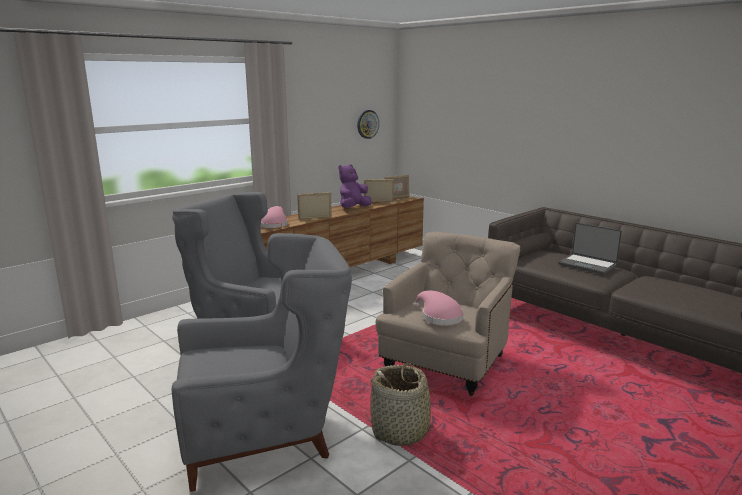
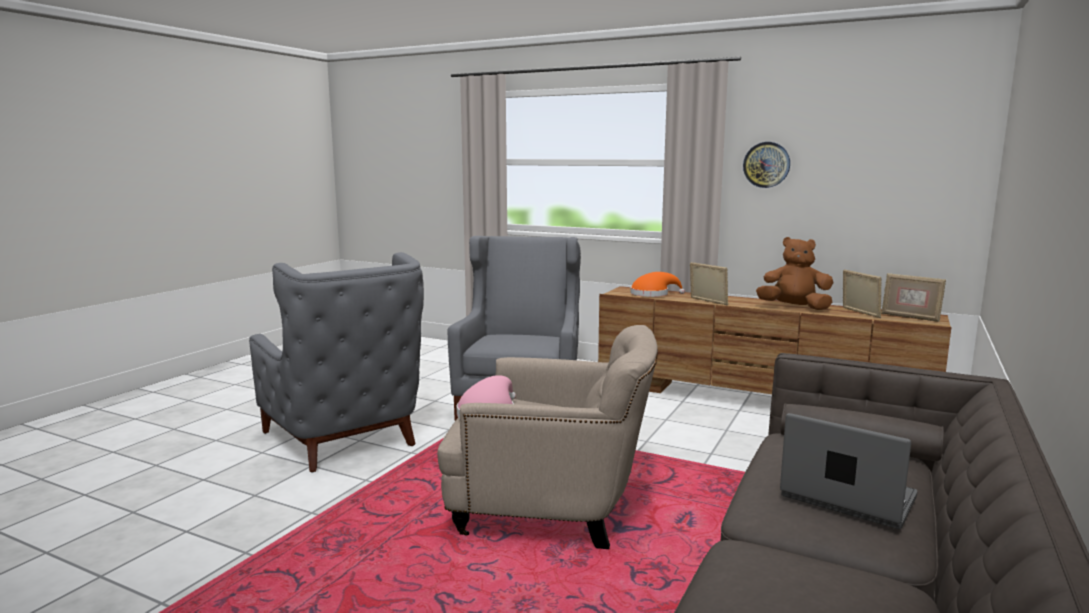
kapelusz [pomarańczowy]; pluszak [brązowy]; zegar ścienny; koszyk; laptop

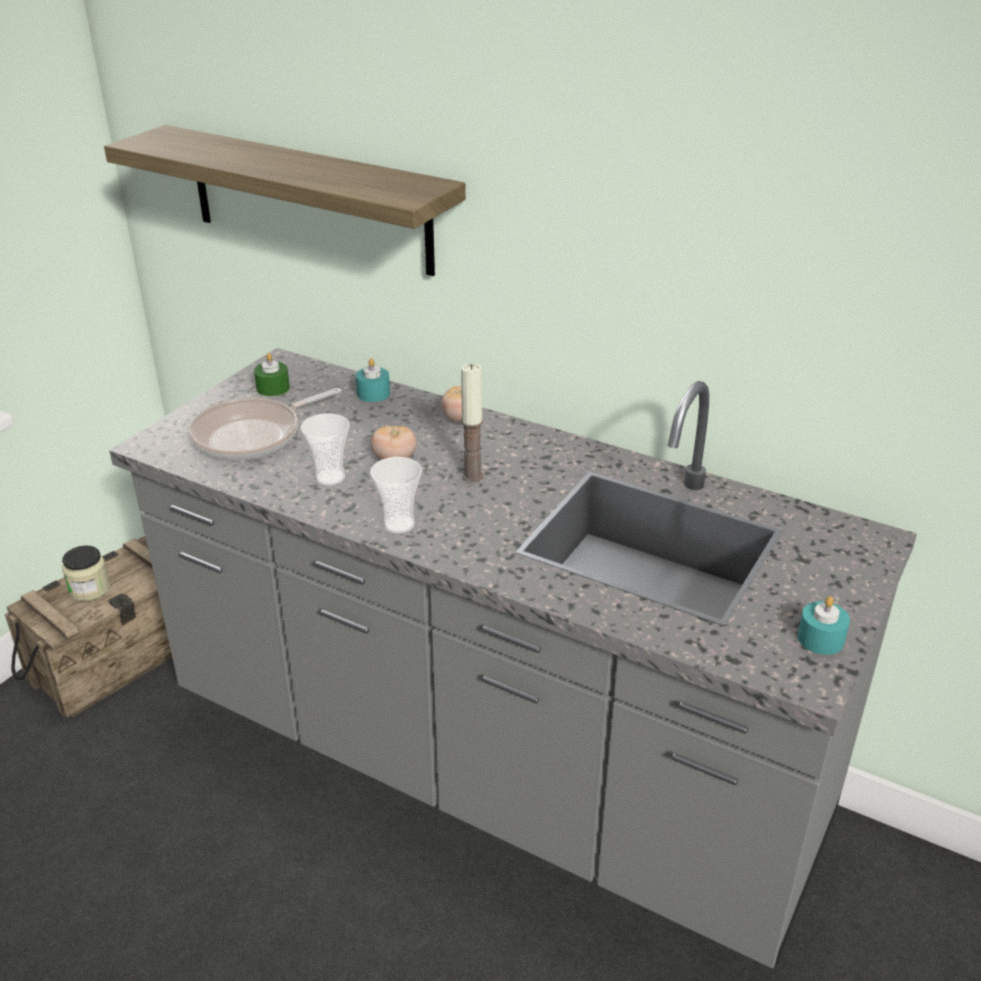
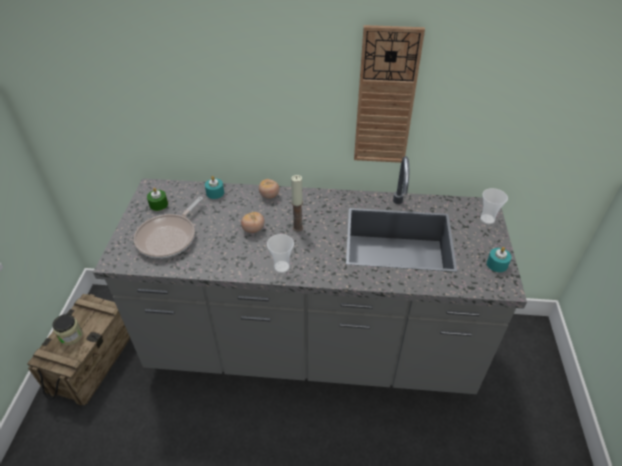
półka; filiżanka (2nd from left); zegar ścienny

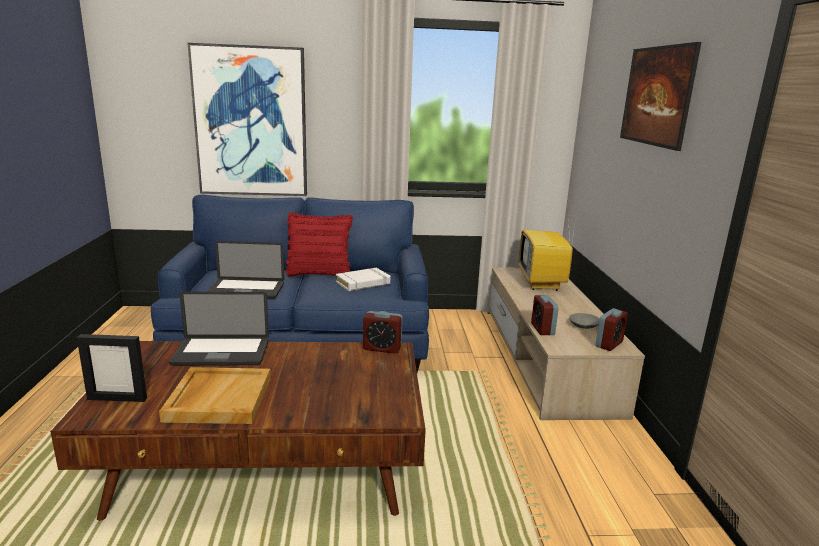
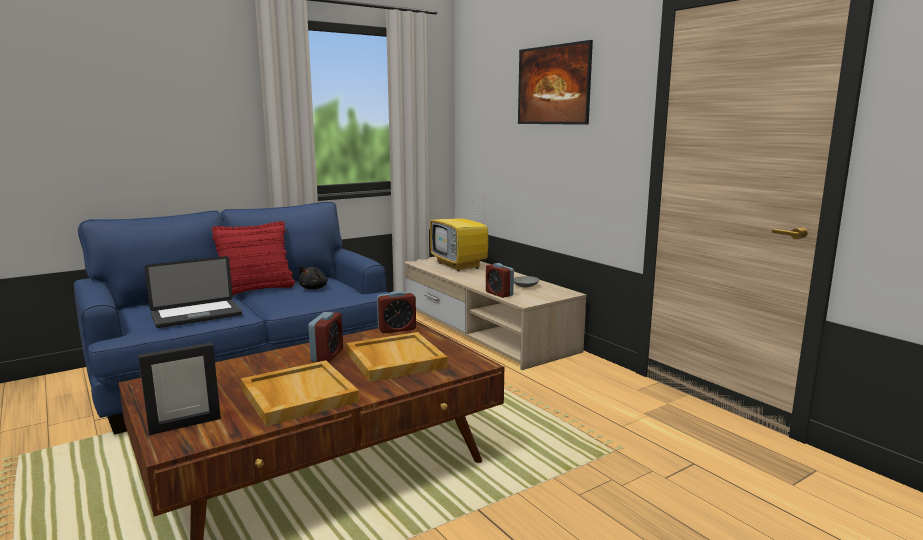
laptop (1st from left in the first image); obraz (1st from left in the first image); pluszak [czarny]; budzik (1st from left); taca [beżowy] (2nd from left)

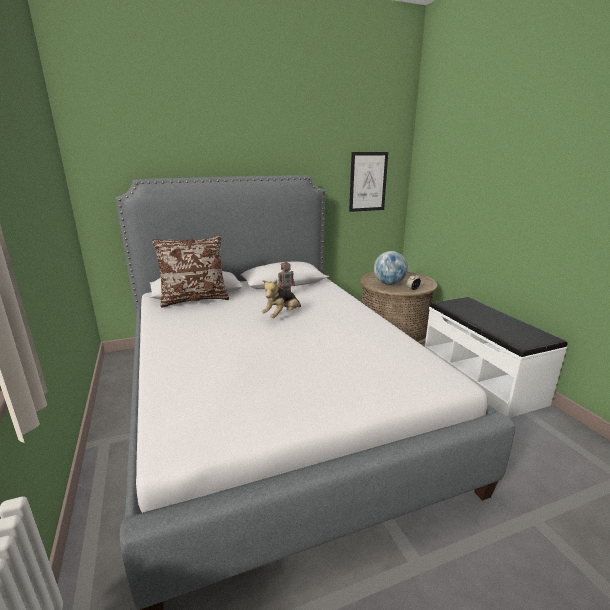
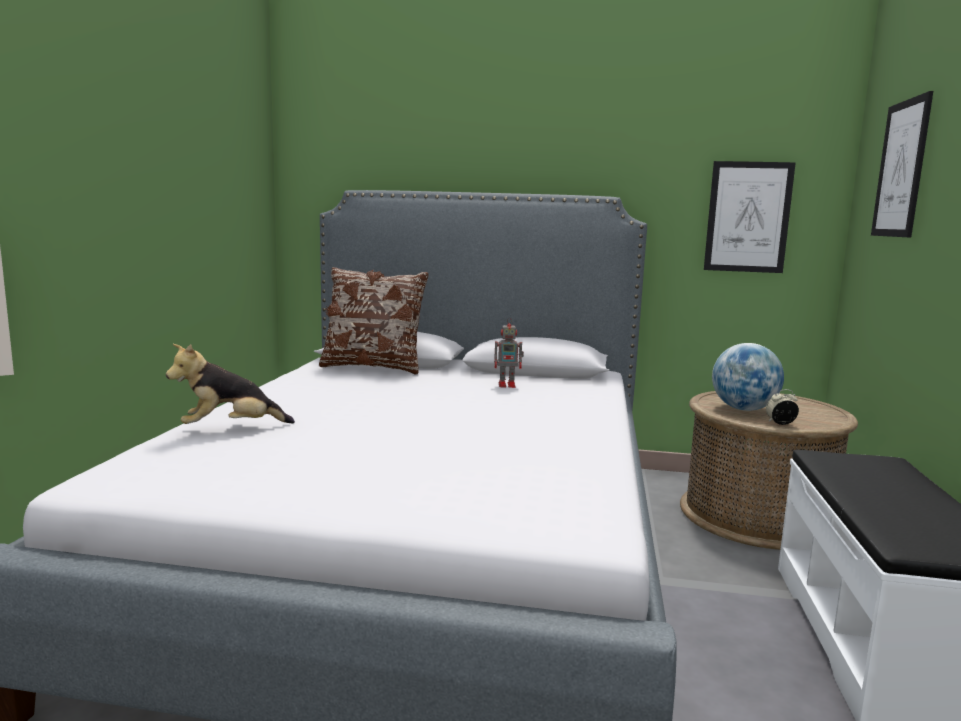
pluszak; obraz (2nd from left)

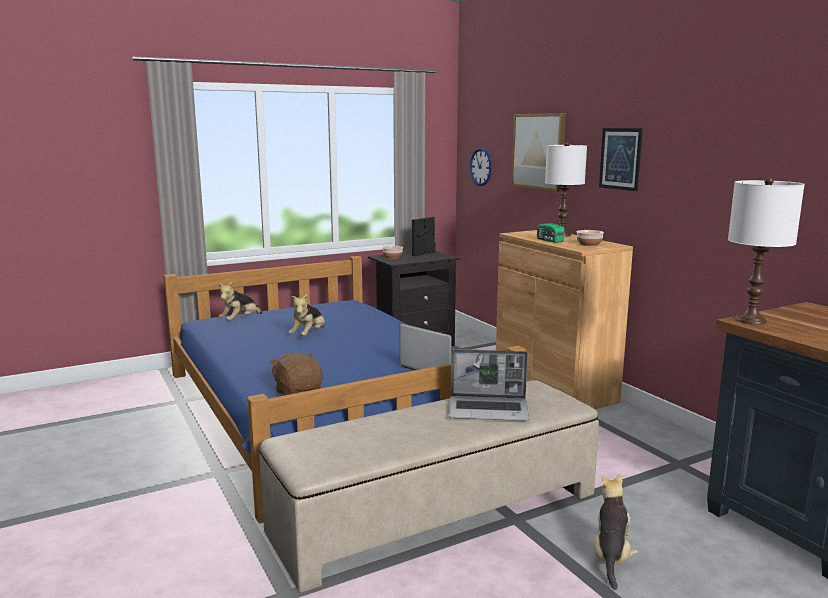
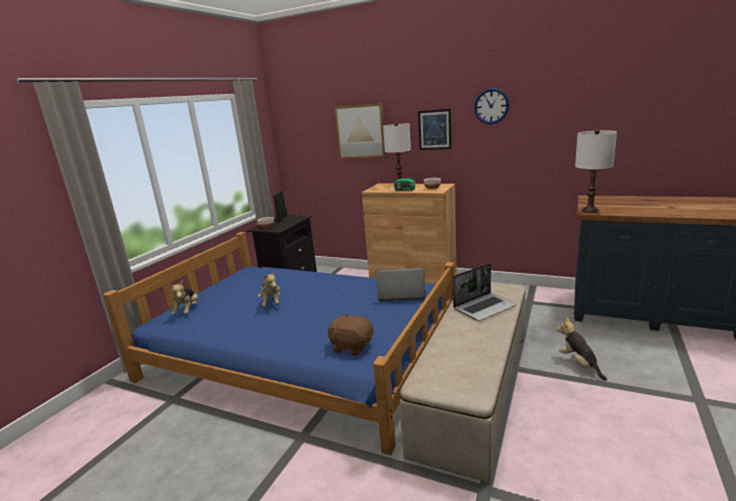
zegar ścienny

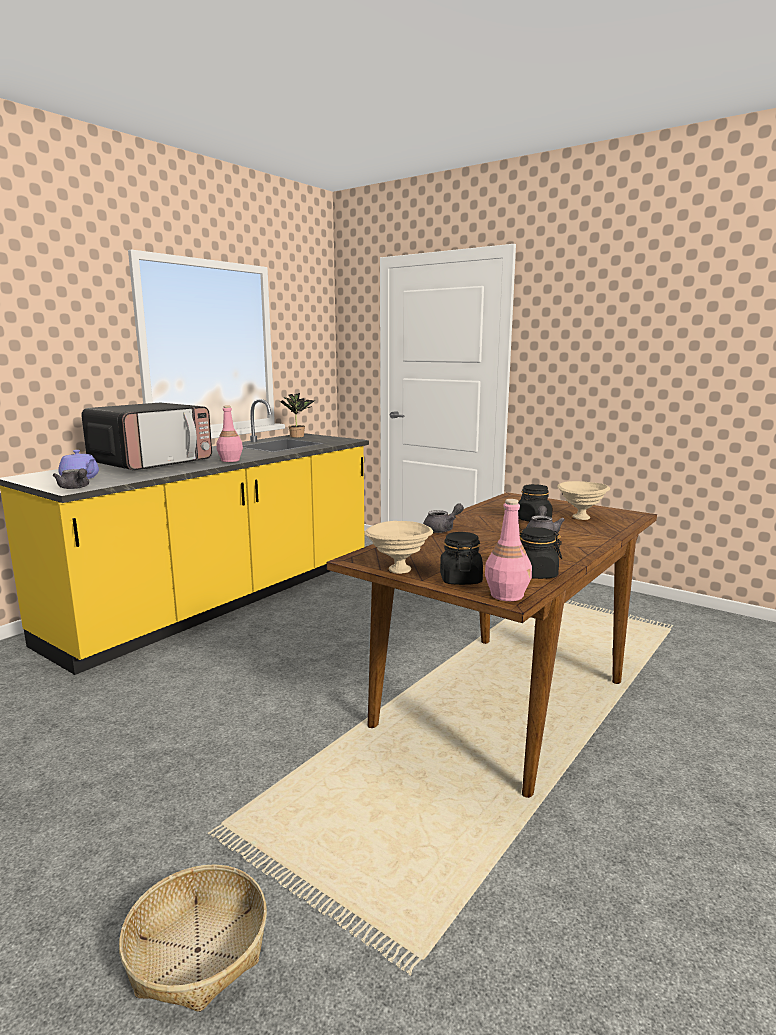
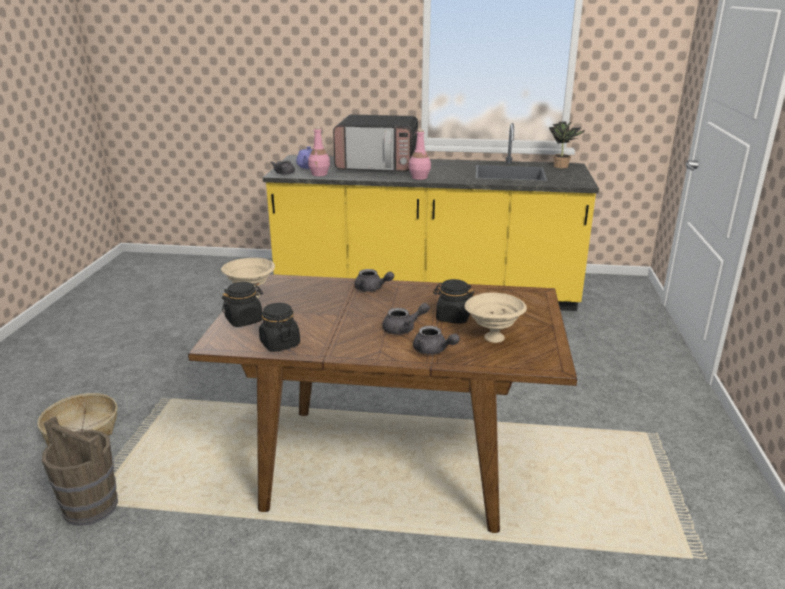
butelka [różowy] (1st from left); wiadro [brązowy]; imbryk [szary] (4th from left)

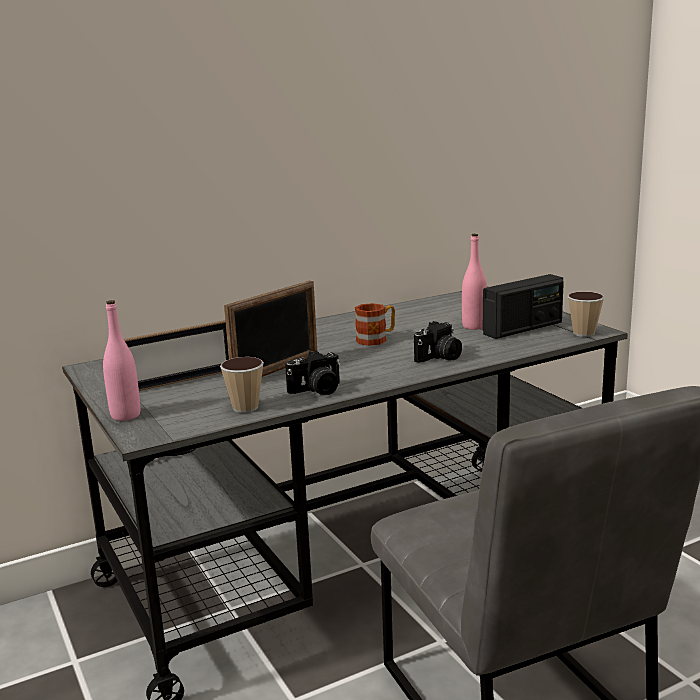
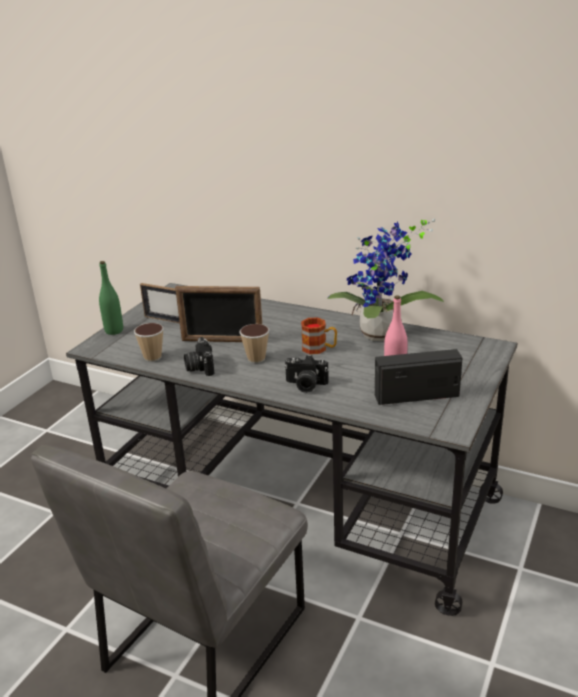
butelka [zielony]; aparat fotograficzny (1st from left); radio; filiżanka (2nd from left); roślina doniczkowa

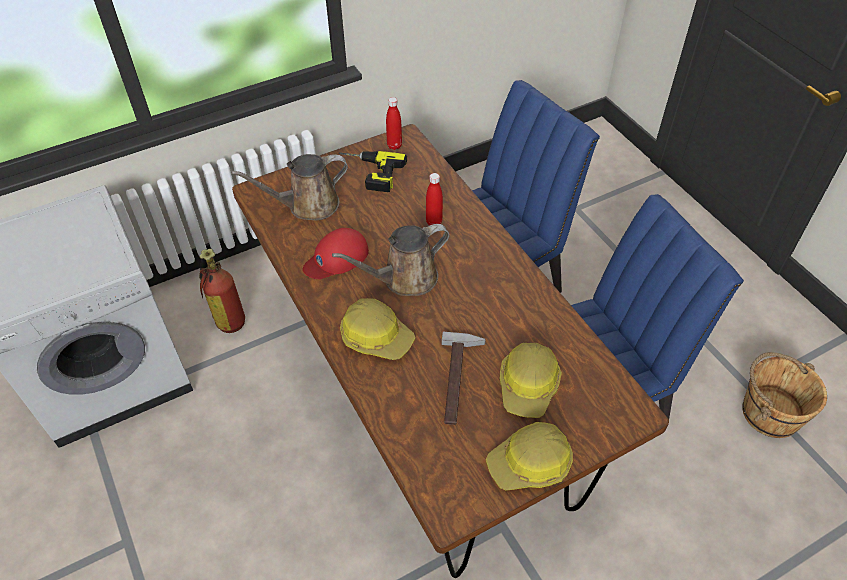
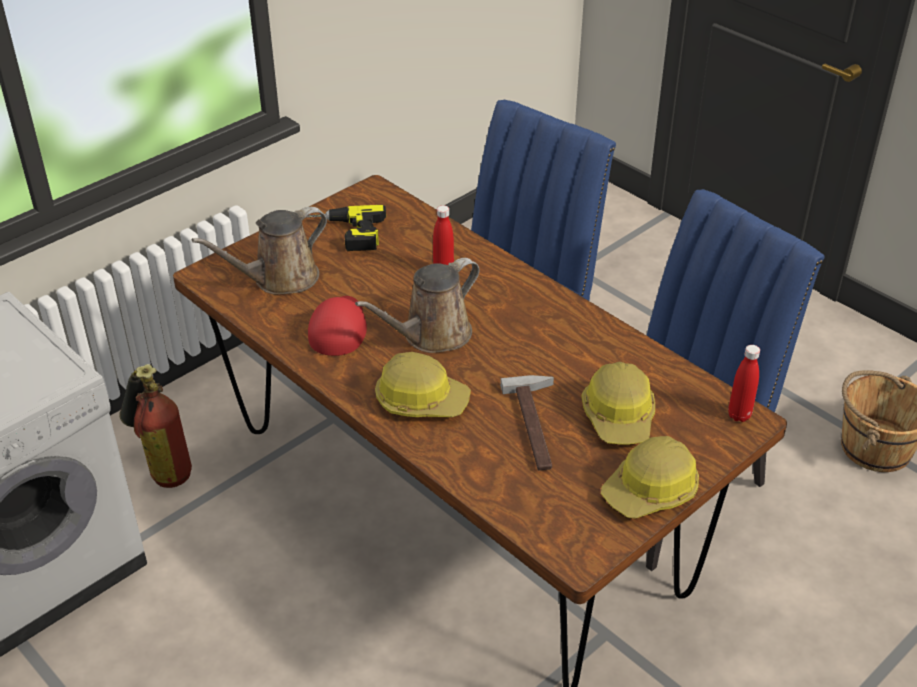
czapka z daszkiem [czerwony]; butelka [czerwony] (2nd from left)

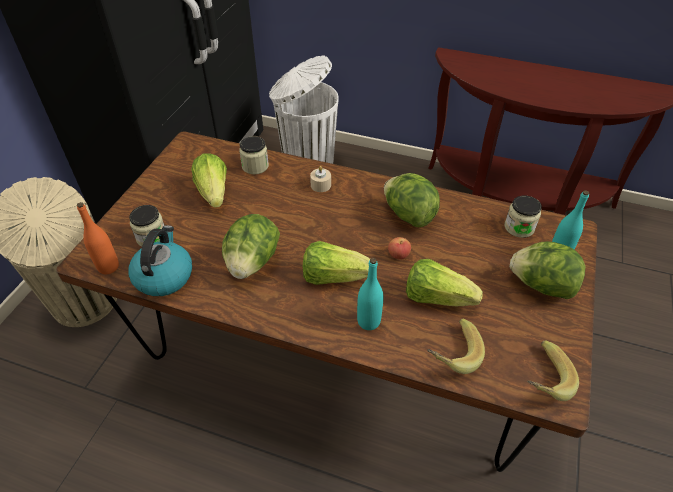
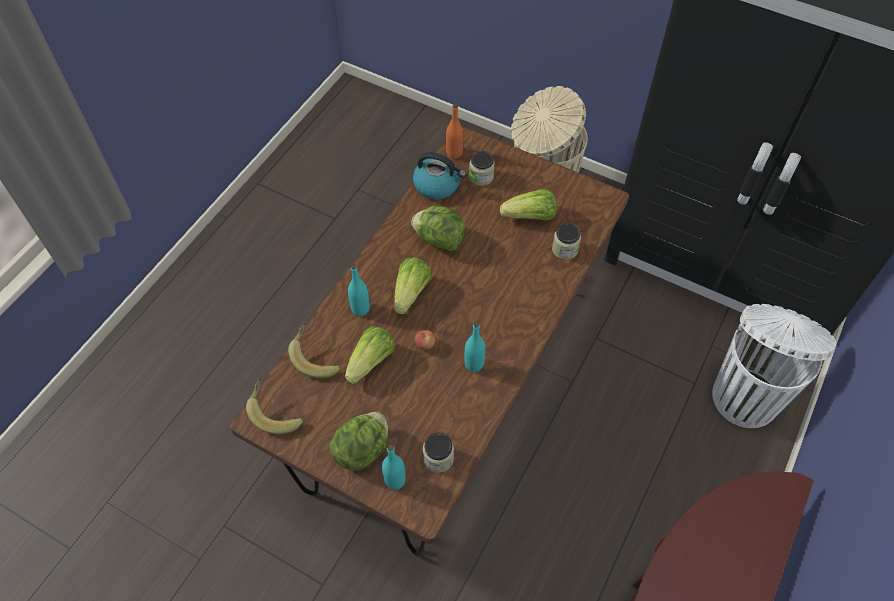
świeca [beżowy]; butelka [turkusowy] (3rd from left)

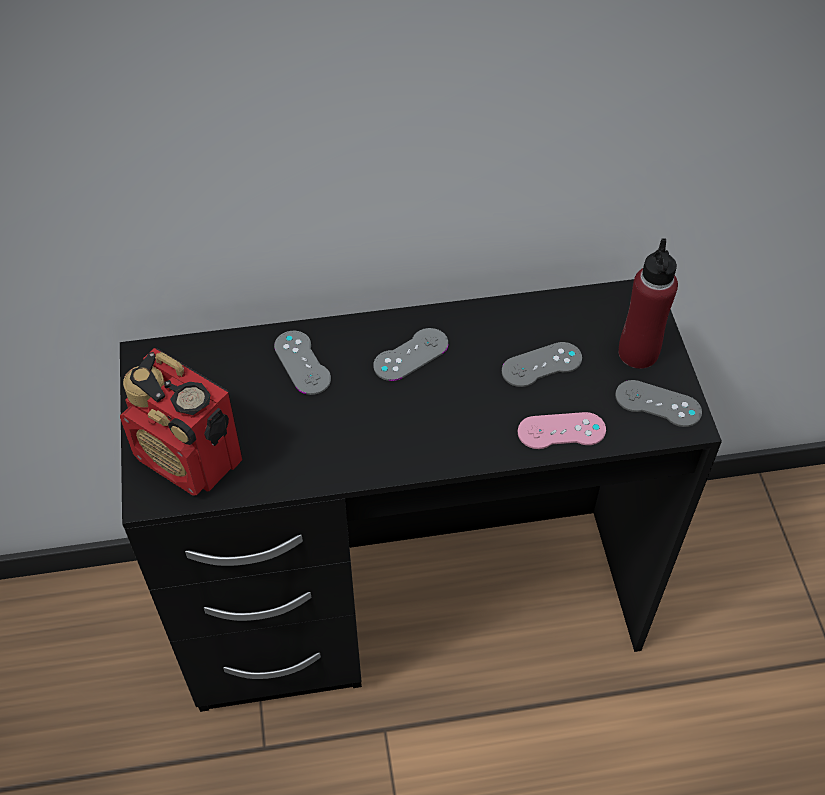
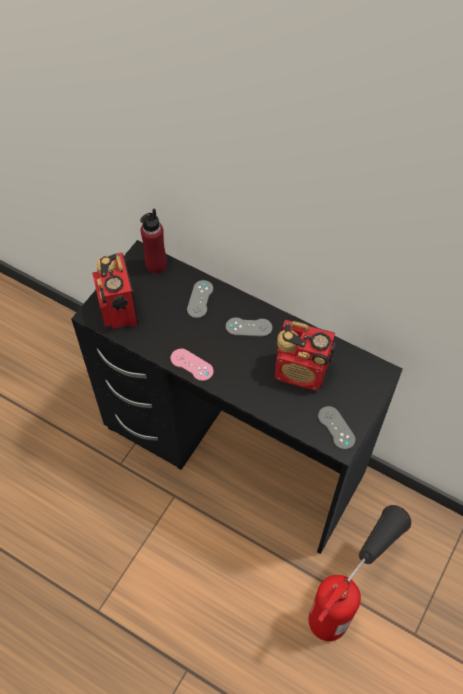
radio (2nd from left); pad do gier [różowy]; butelka [czerwony]; gaśnica

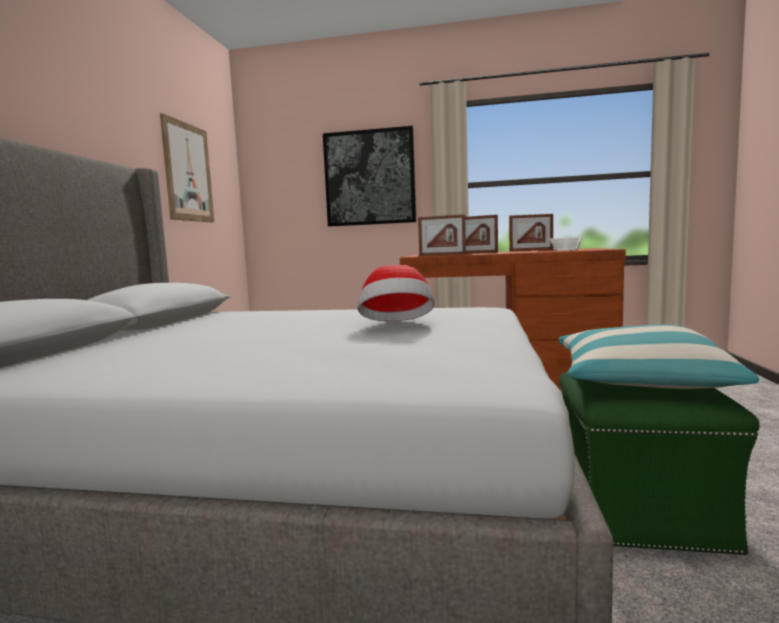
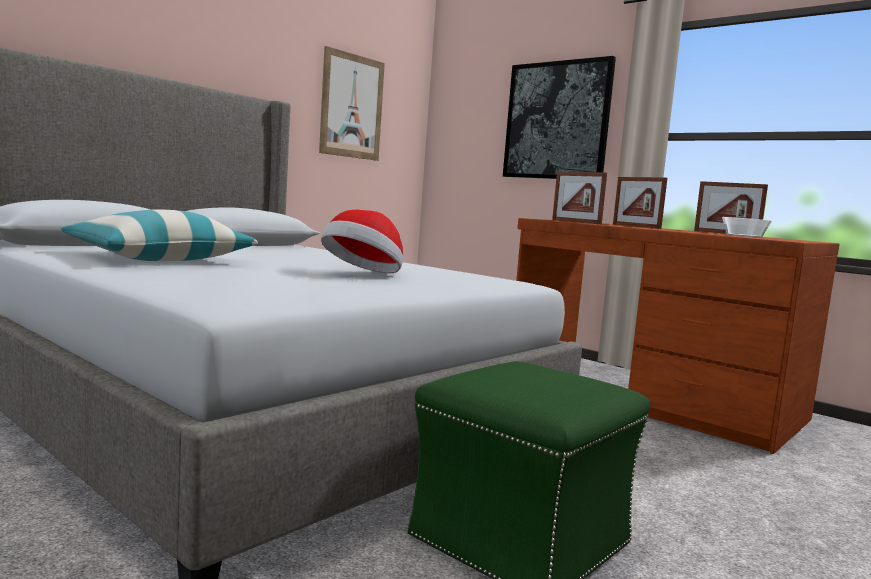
poduszka

